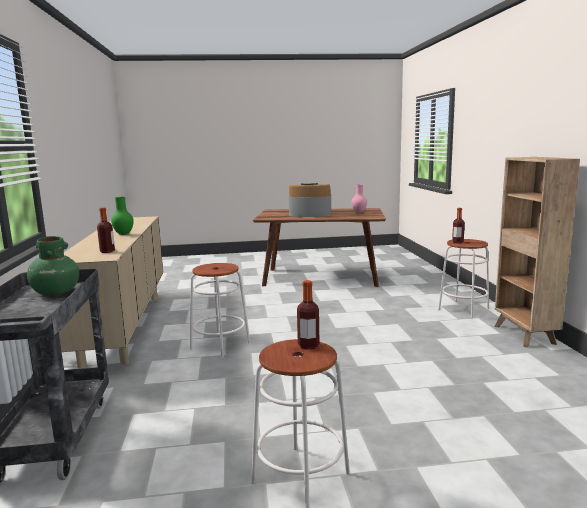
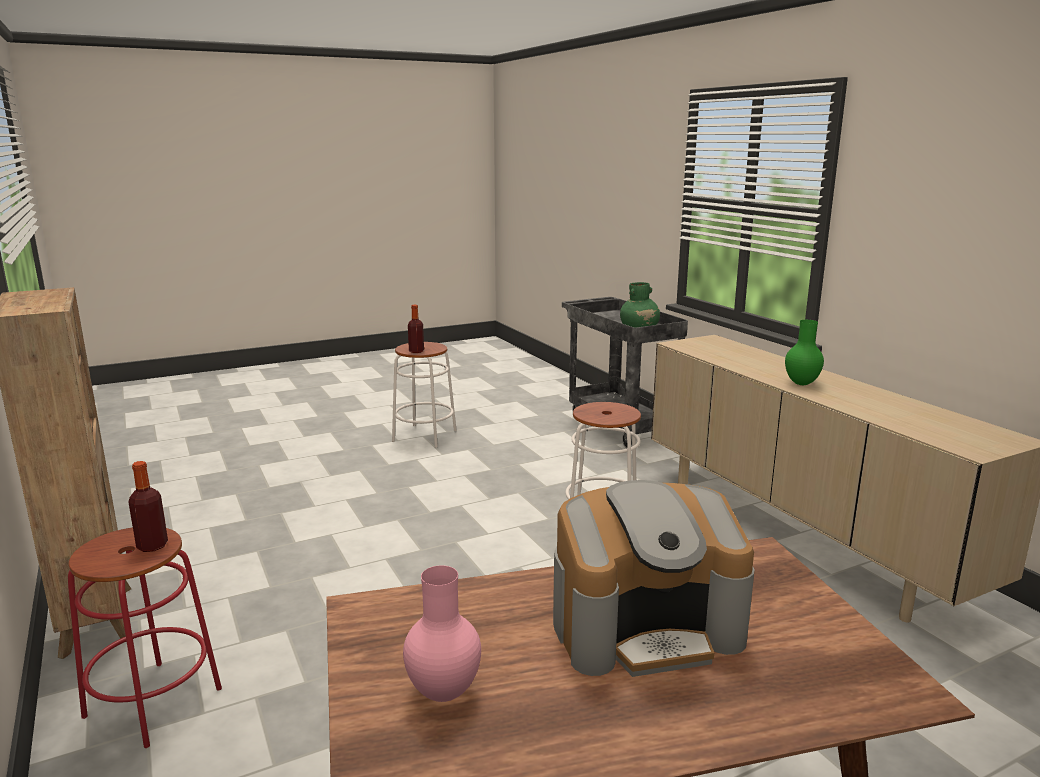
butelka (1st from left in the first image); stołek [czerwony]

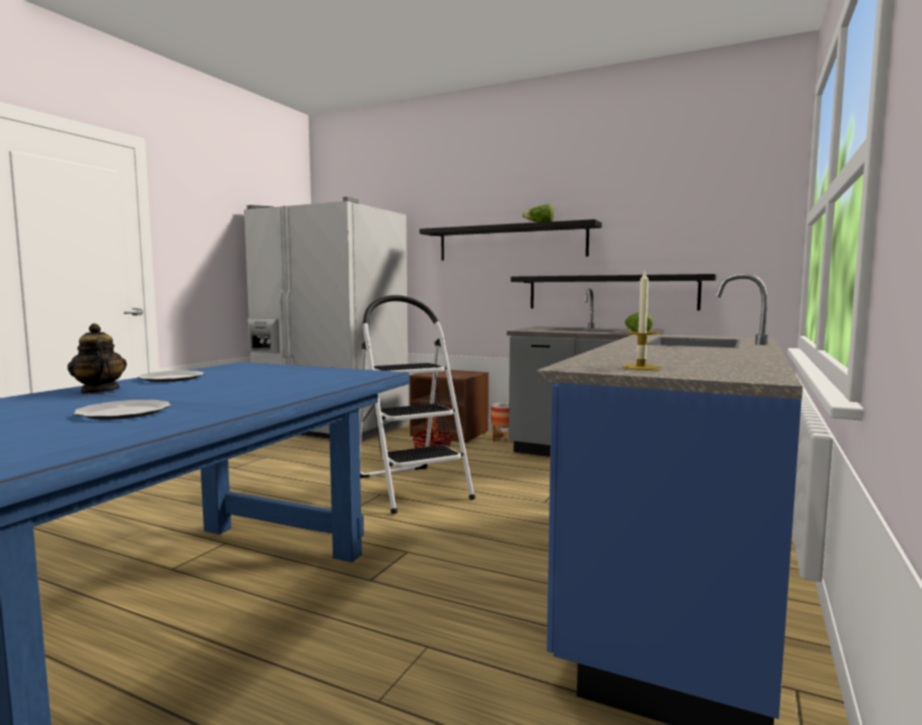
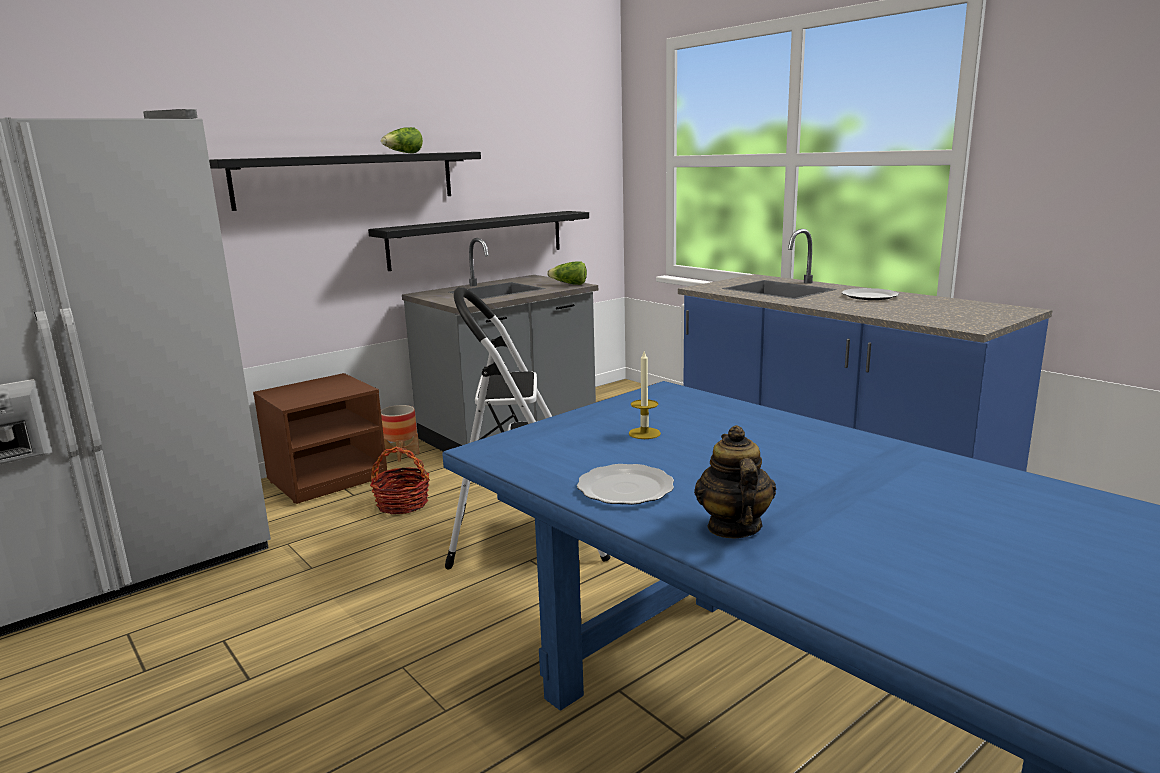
imbryk; talerz (2nd from left); świeca

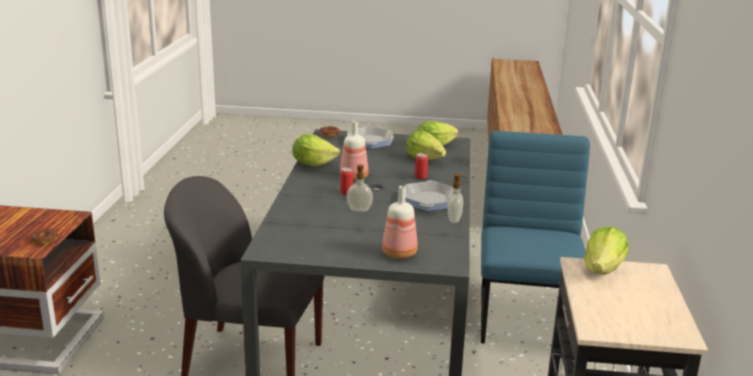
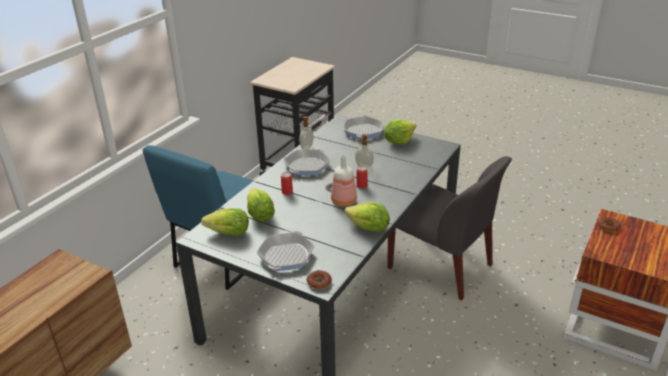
patelnia (3rd from left); sałata (4th from left)

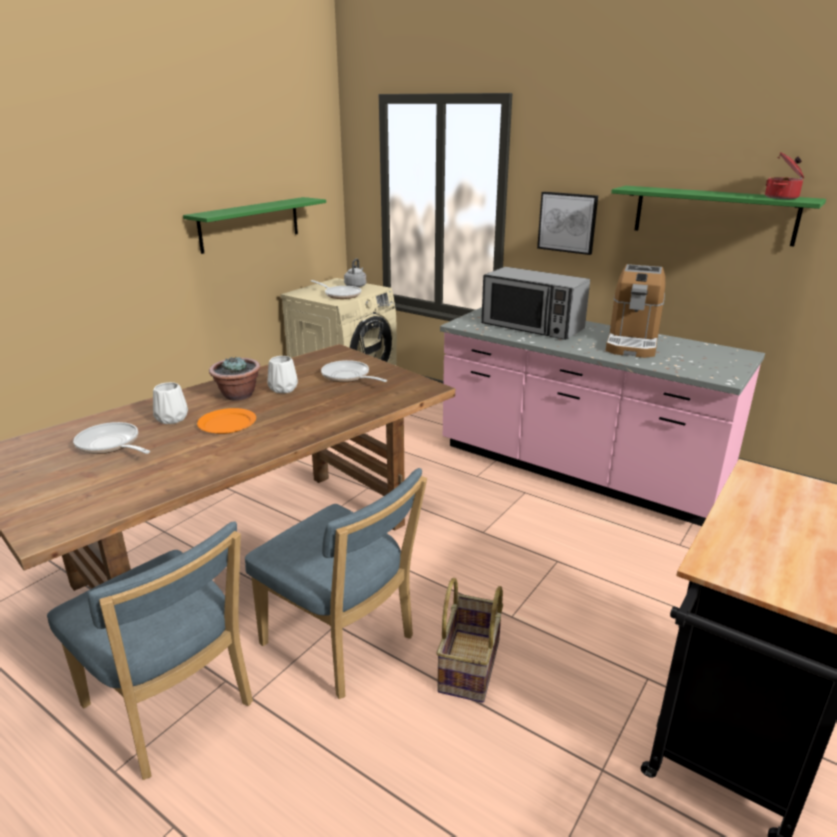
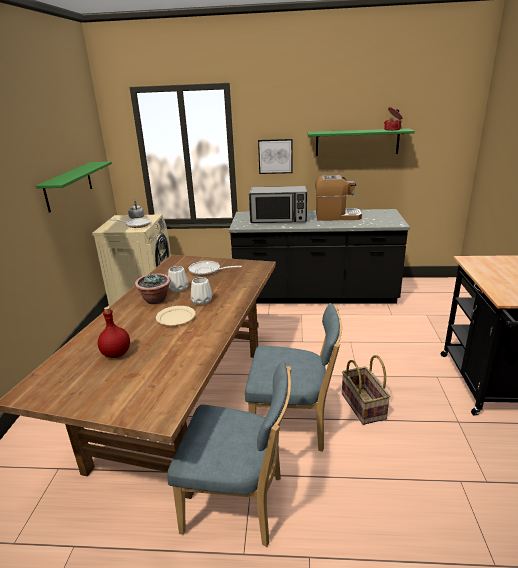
butelka [czerwony]; wazon [biały] (2nd from left); talerz [beżowy]; zabudowa kuchenna [czarny]; ekspres do kawy

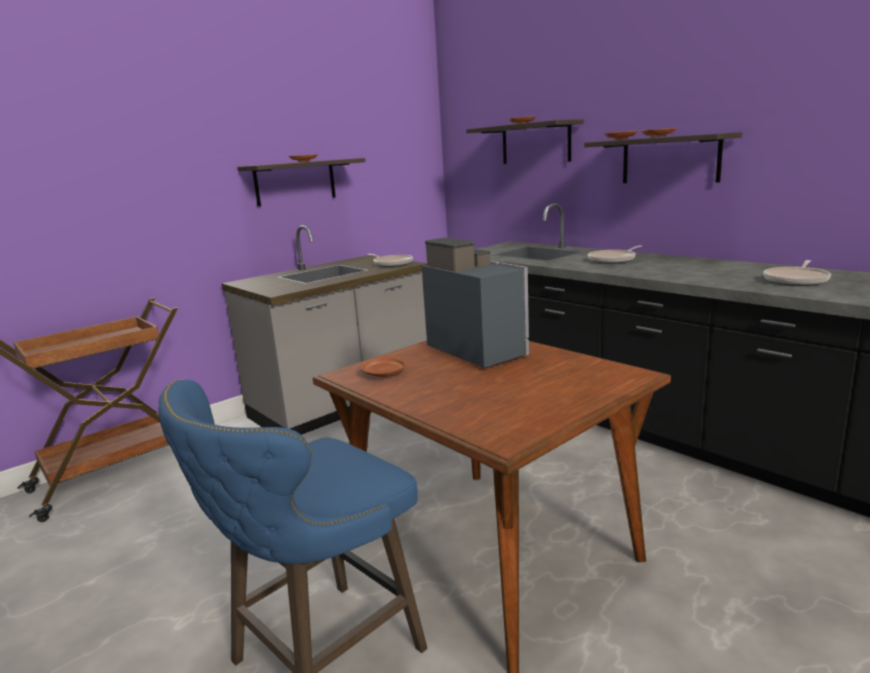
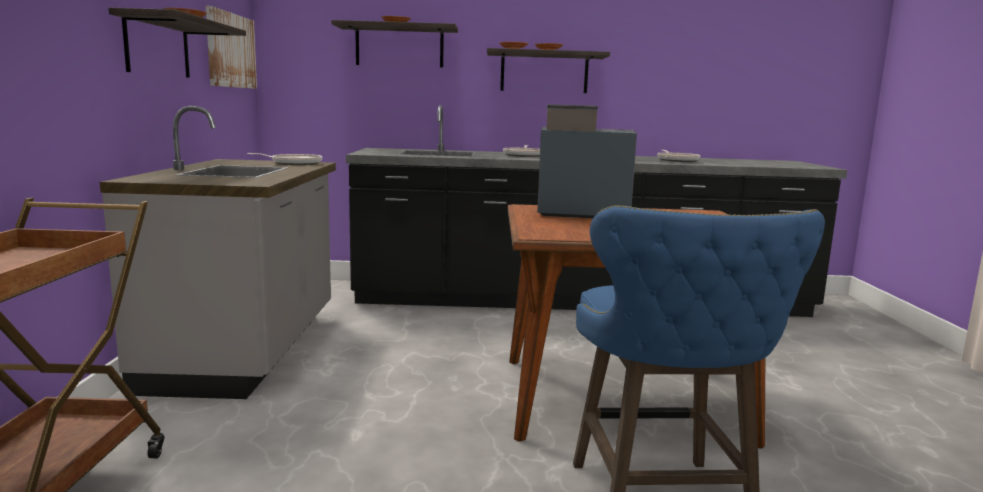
talerz [brązowy] (2nd from left in the first image); obraz

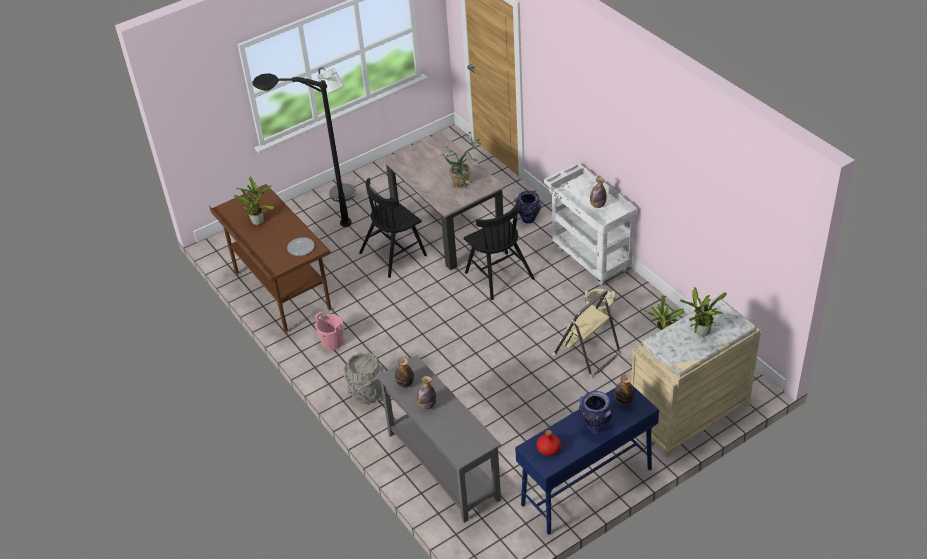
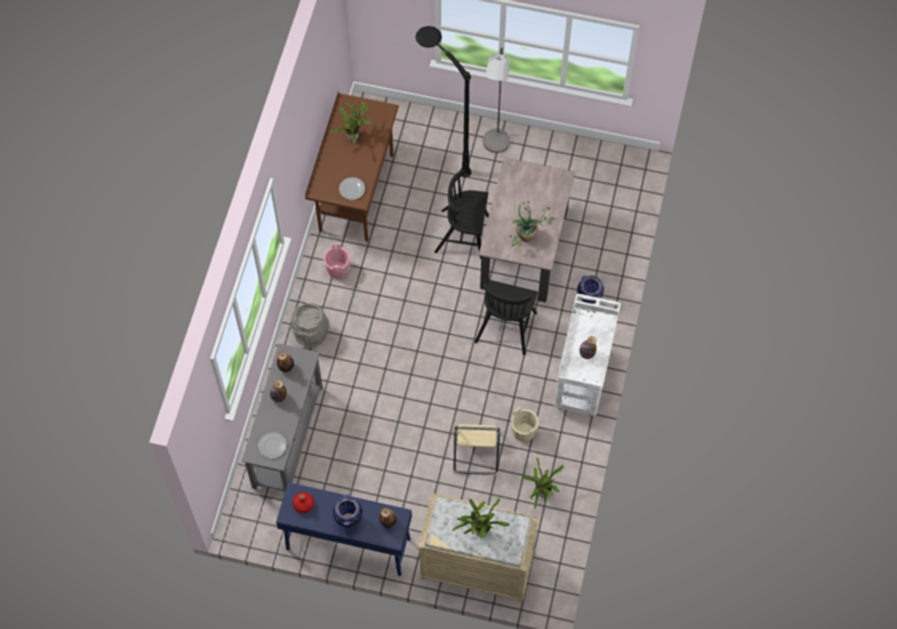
talerz (1st from left)

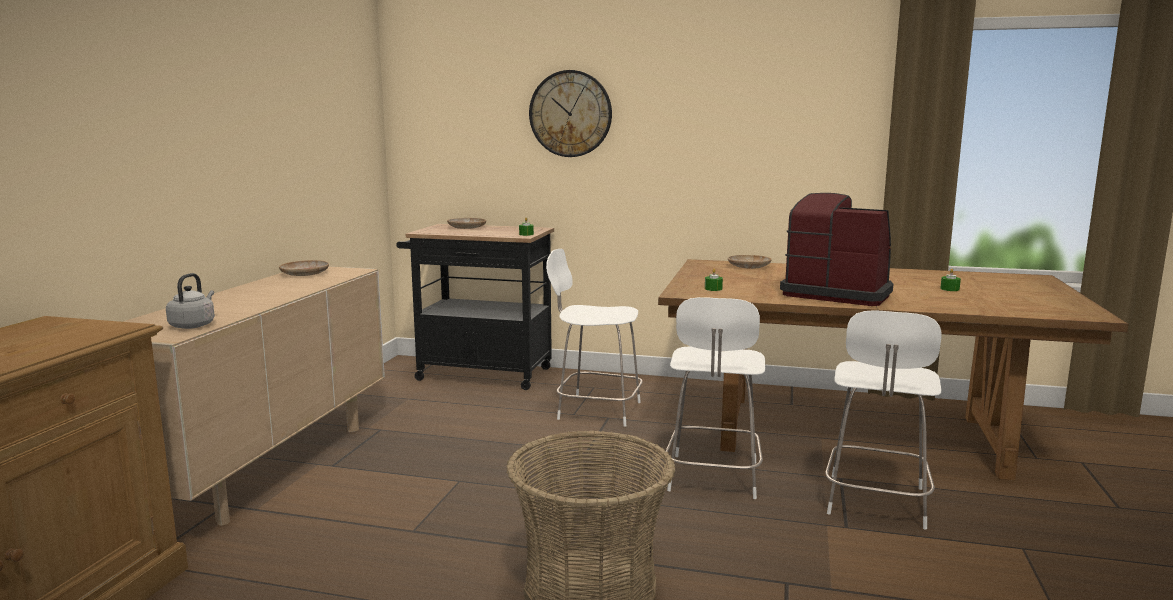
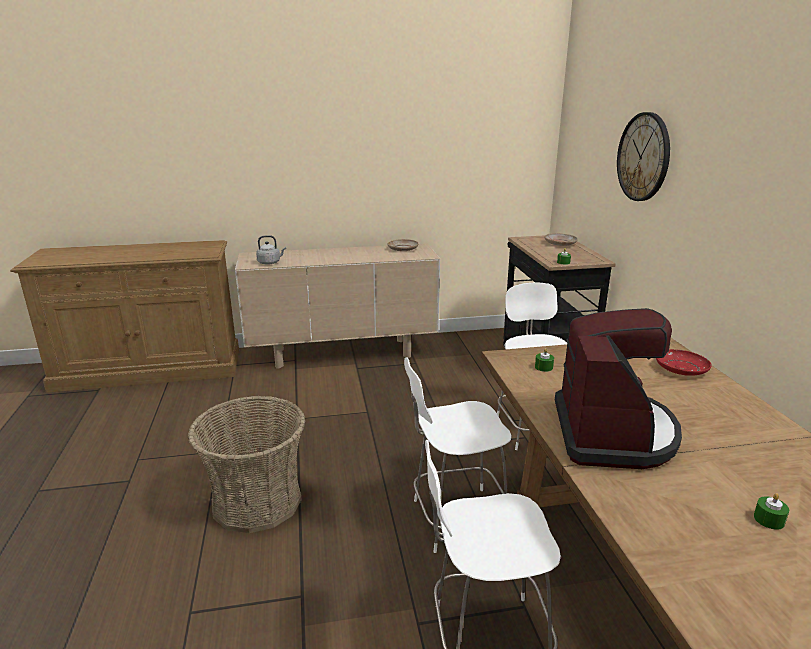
talerz [czerwony]

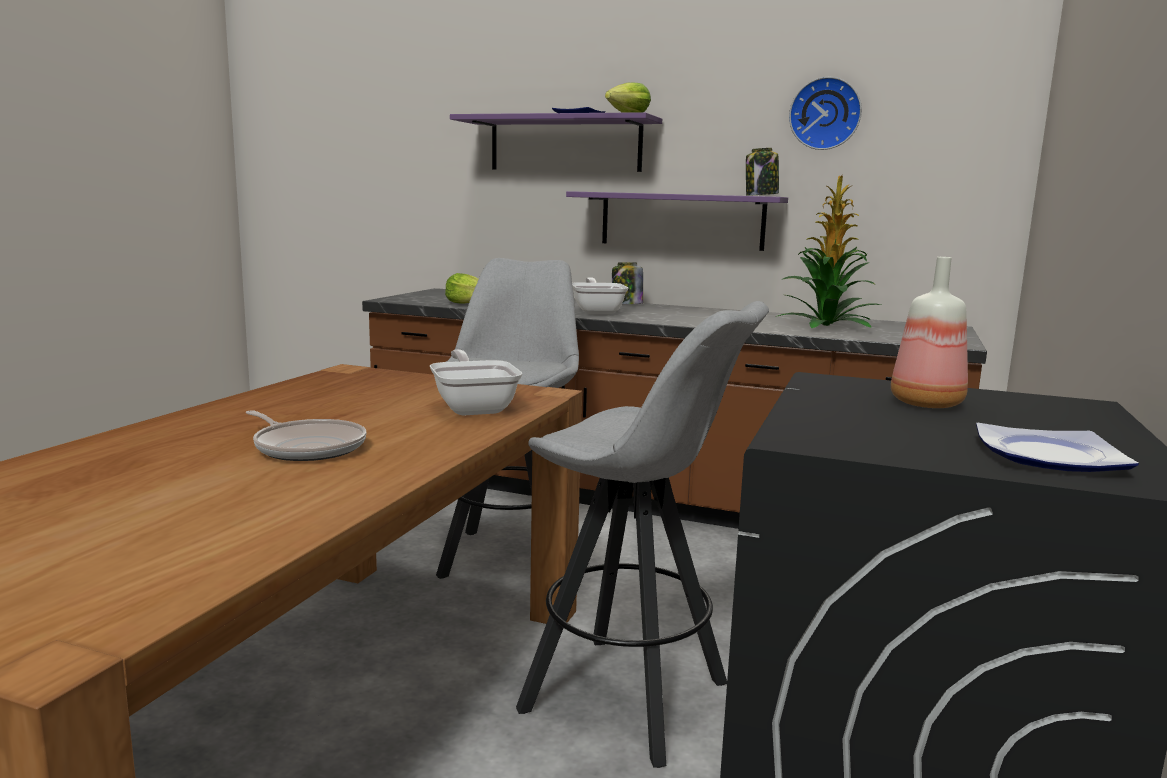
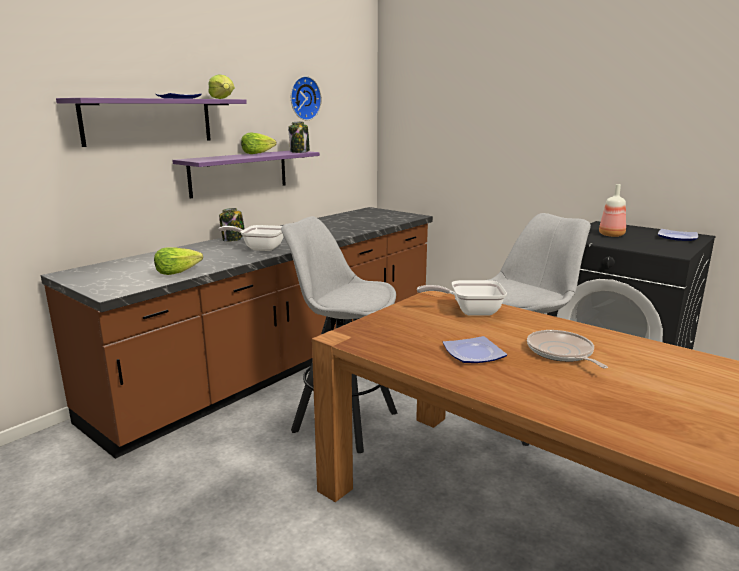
patelnia (3rd from left); roślina doniczkowa; sałata (3rd from left); talerz (2nd from left)

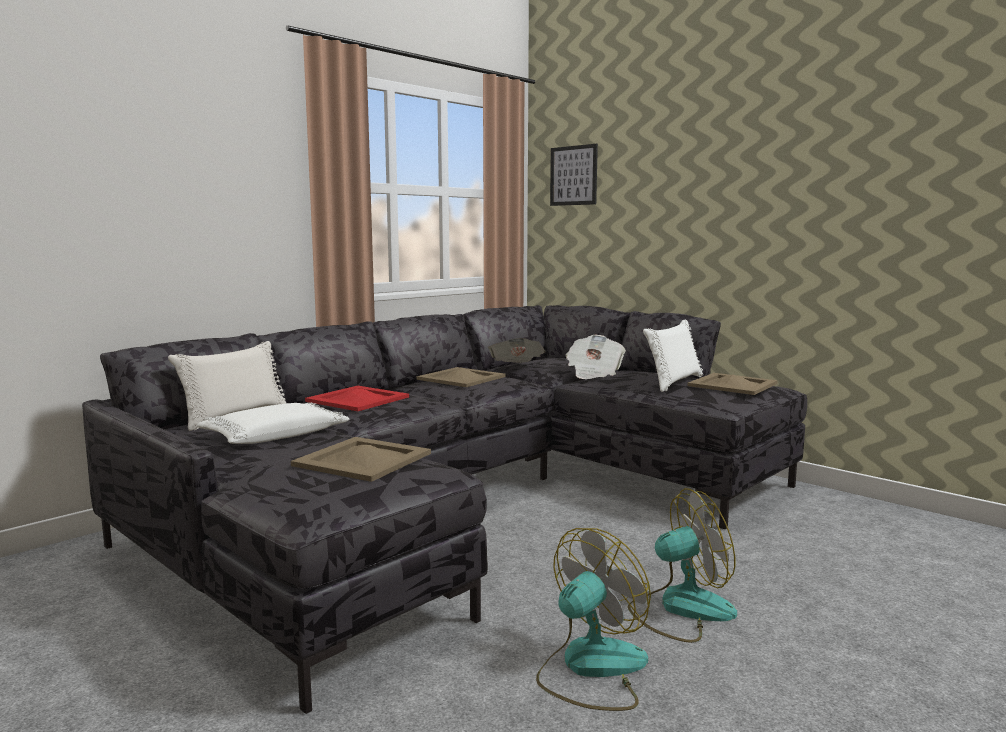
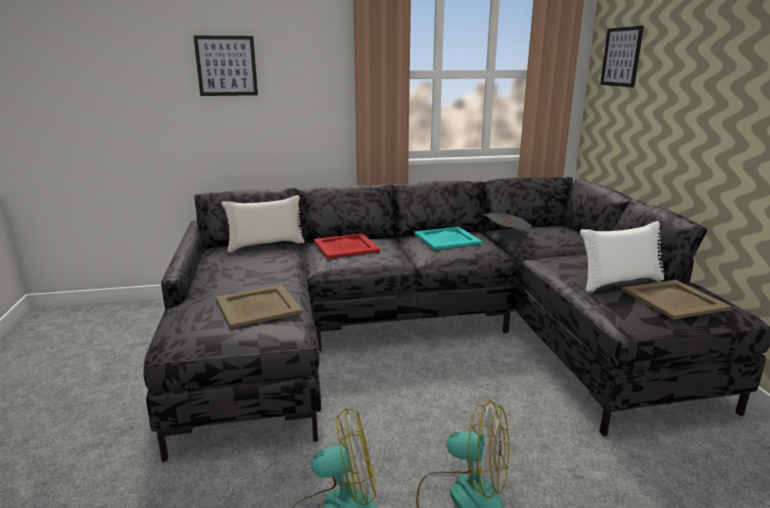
poduszka [biały] (2nd from left in the first image); taca [turkusowy]; gazeta (2nd from left in the first image); obraz (1st from left)

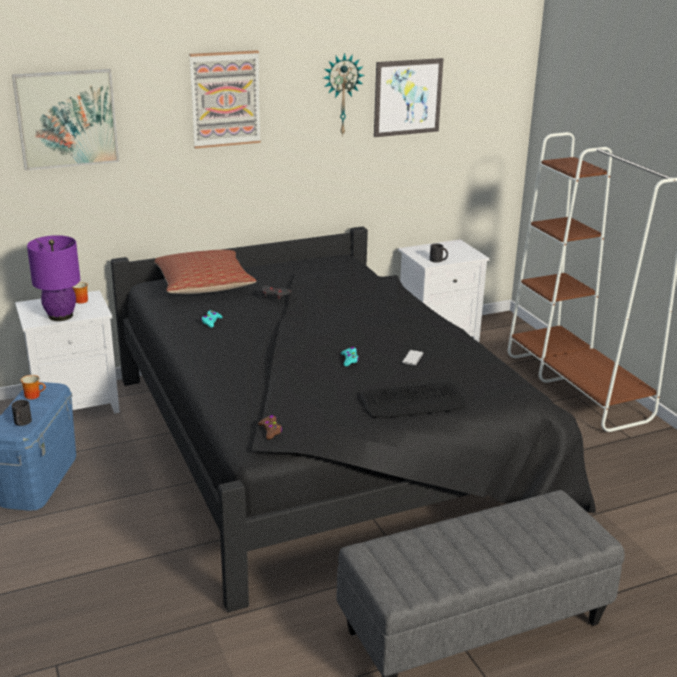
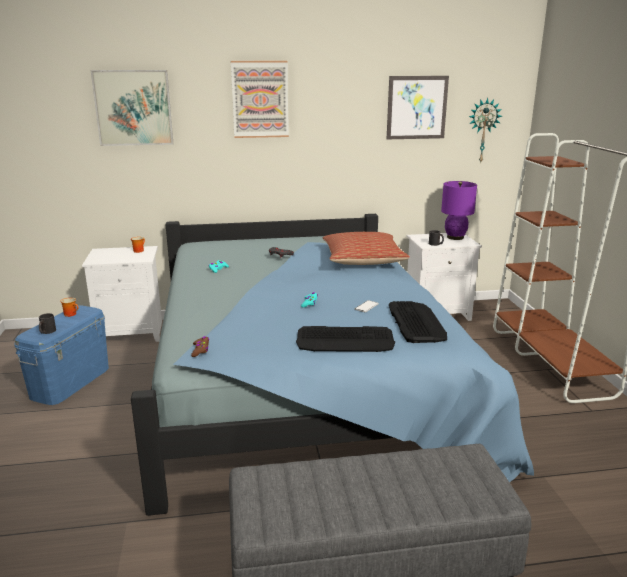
lampa stołowa [fioletowy]; łóżko [niebieski]; poduszka; zegar ścienny; klawiatura (2nd from left)

